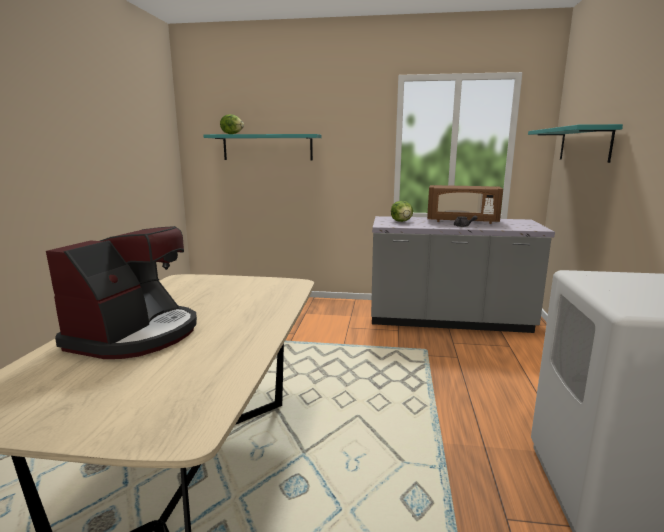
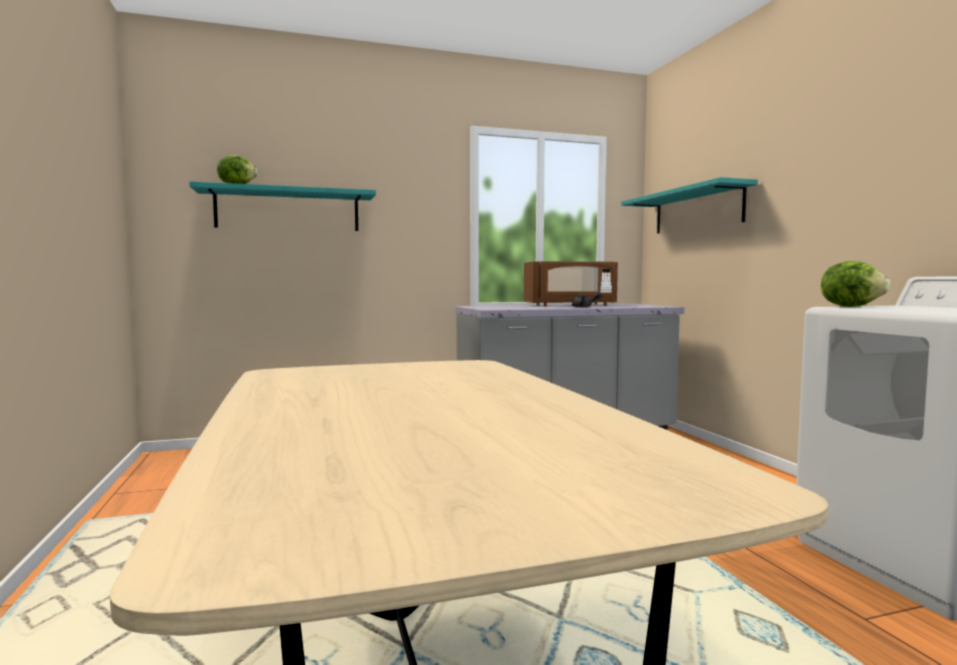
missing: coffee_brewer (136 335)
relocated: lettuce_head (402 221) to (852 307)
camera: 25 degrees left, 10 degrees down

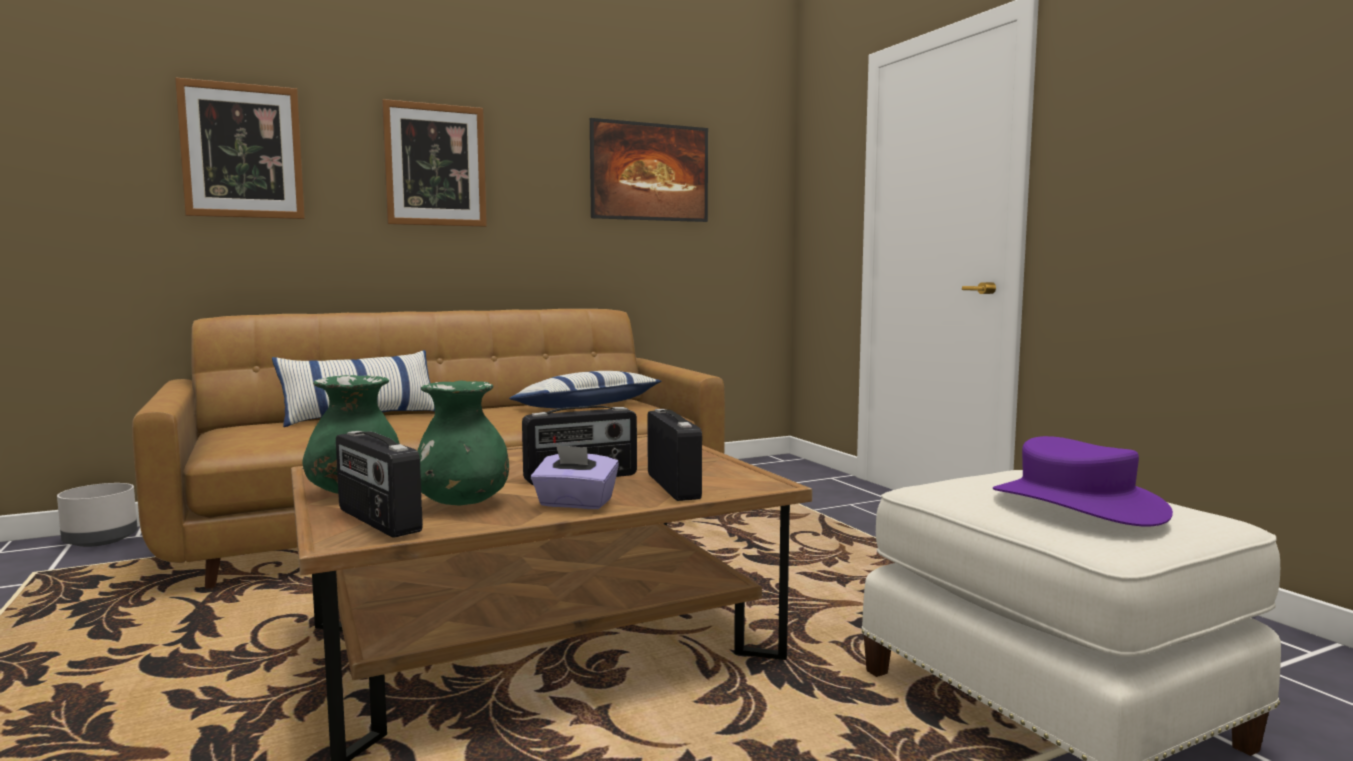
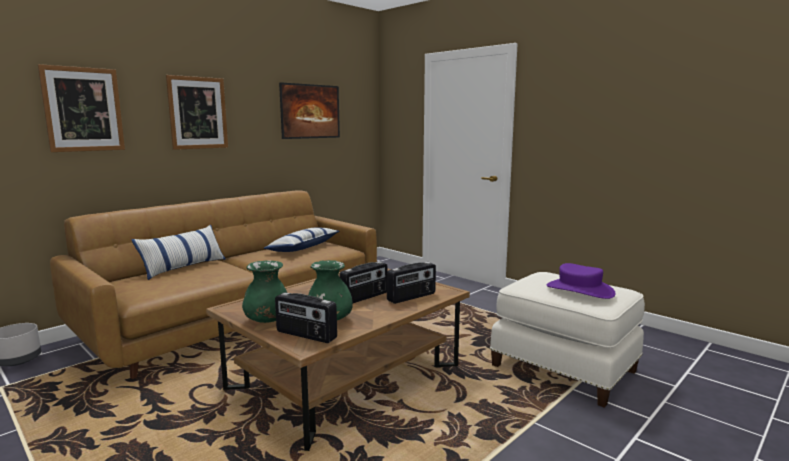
missing: purple-coloured_tissue_box (575 503)
spun: radio (674 486) = (412 297) 90 degrees clockwise
camera: 20 degrees left, 5 degrees up

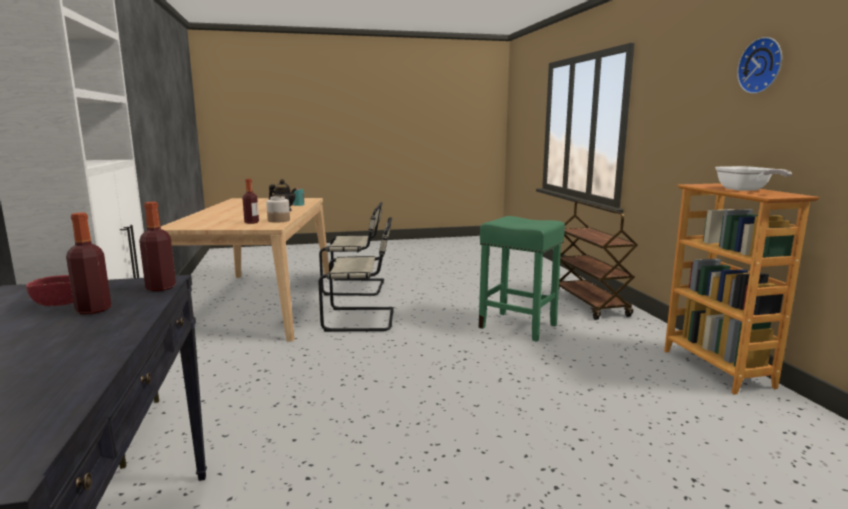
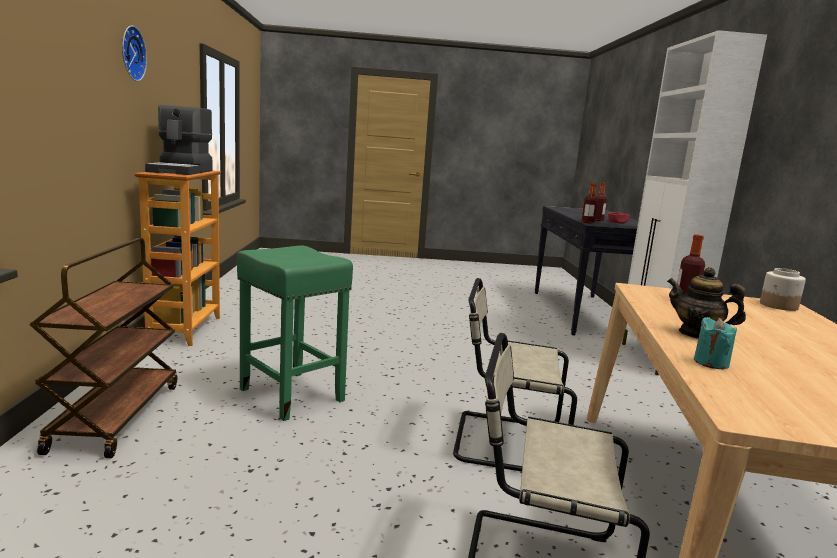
relocated: preserve_jar (279 220) to (778 306)
exchanged: pan (745 190) to coffee_brewer (182 171)
camera: 170 degrees left, 0 degrees up

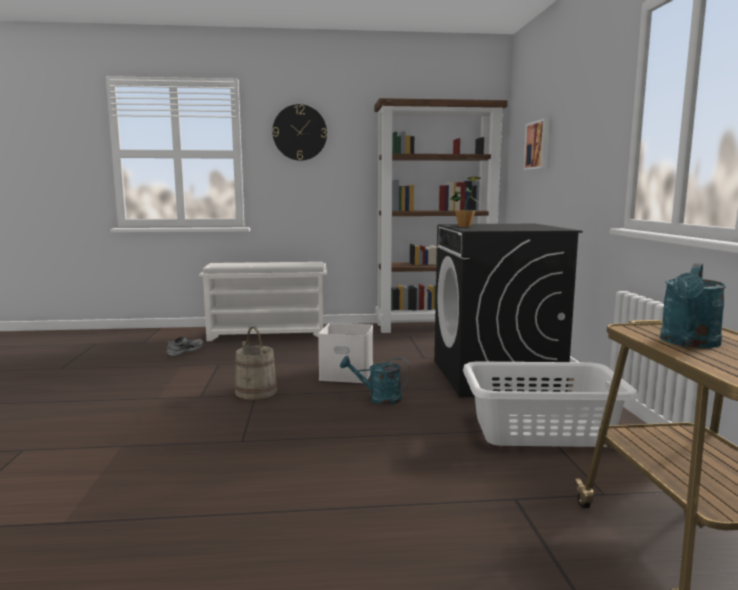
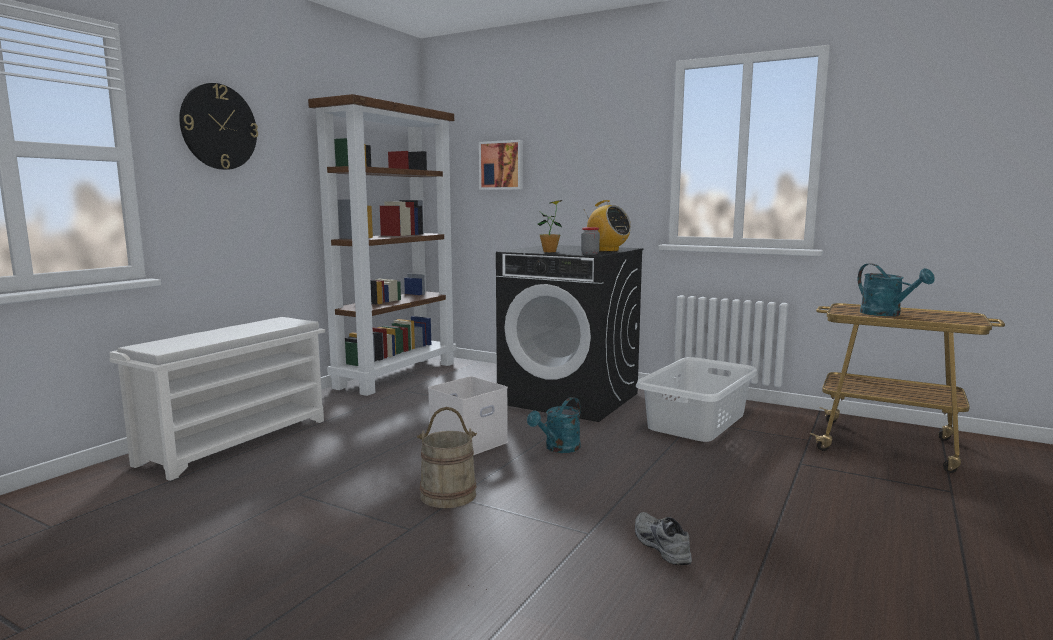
appeared: preserve_jar (590 254); radio (607 250)
relocated: grey_item_of_footwear (184 351) to (659 546)
camera: 55 degrees left, 0 degrees up

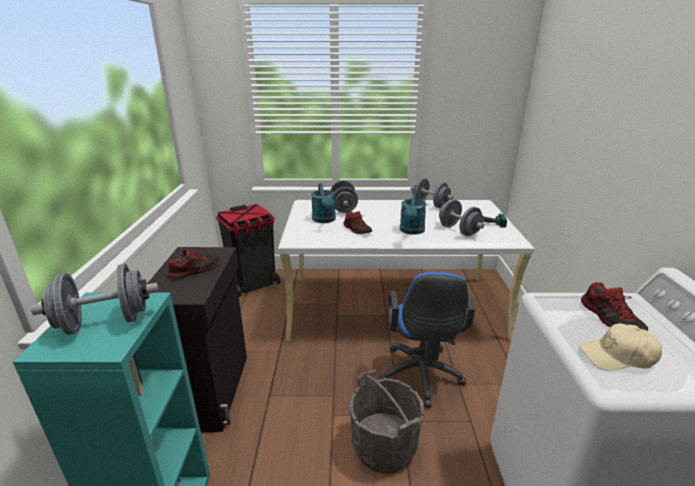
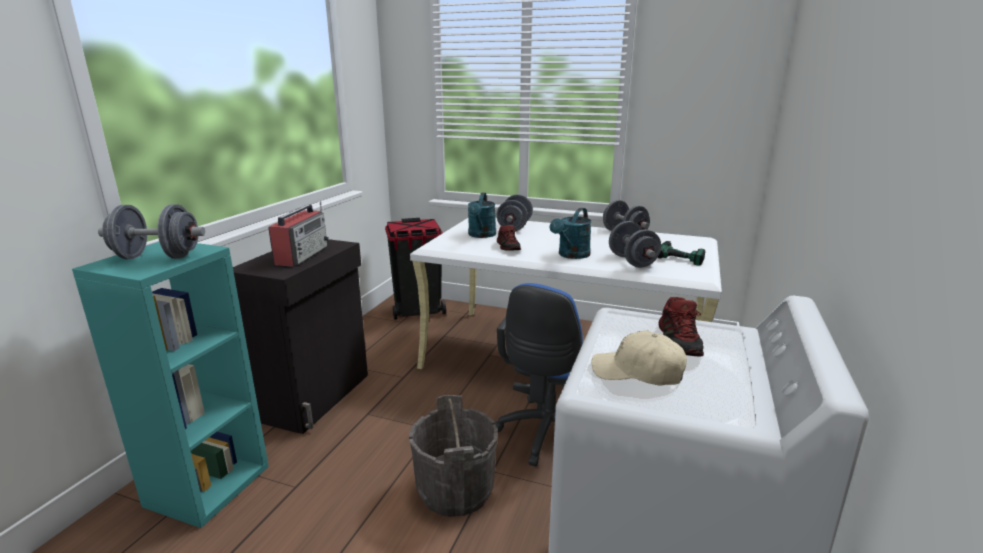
exchanged: item_of_footwear (194 270) to radio (302 255)
camera: 20 degrees right, 5 degrees down

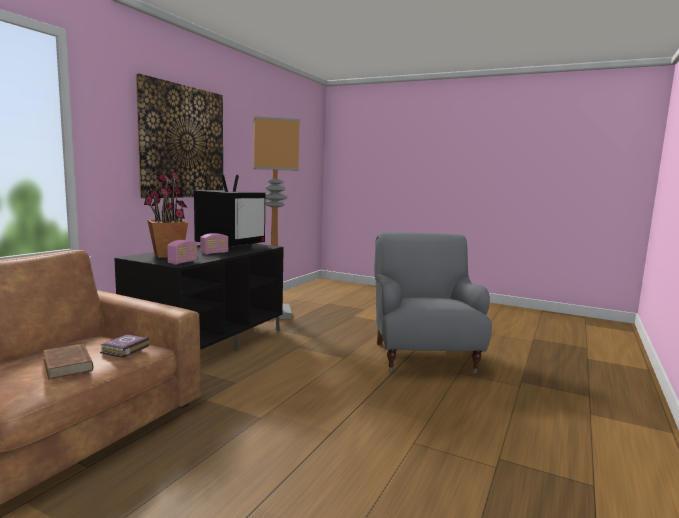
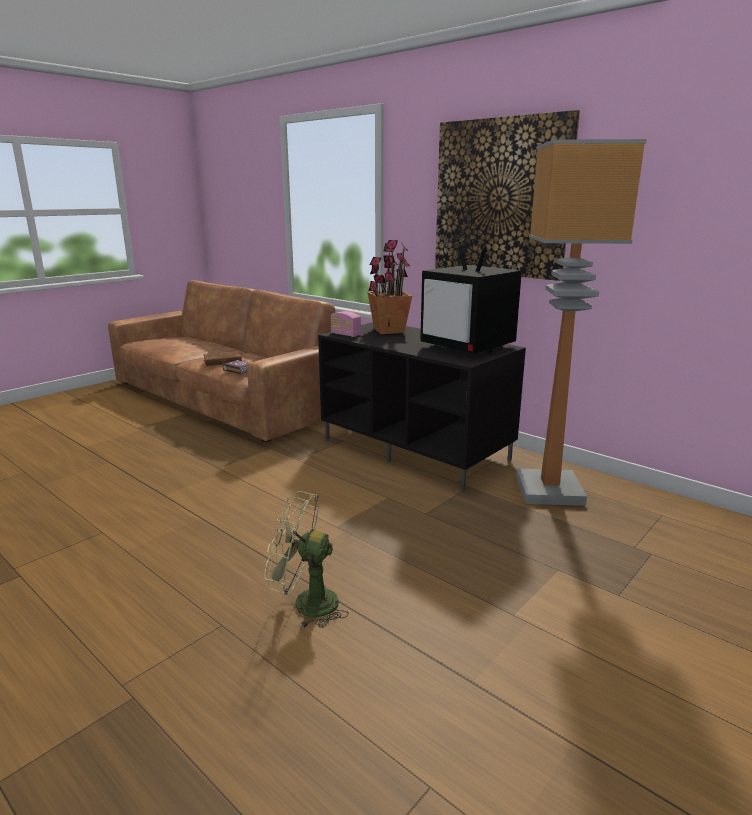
missing: radio (214 253)
exchanged: grey_easy_chair (423 357) to greenish_fan (306 603)
camera: 105 degrees right, 10 degrees up

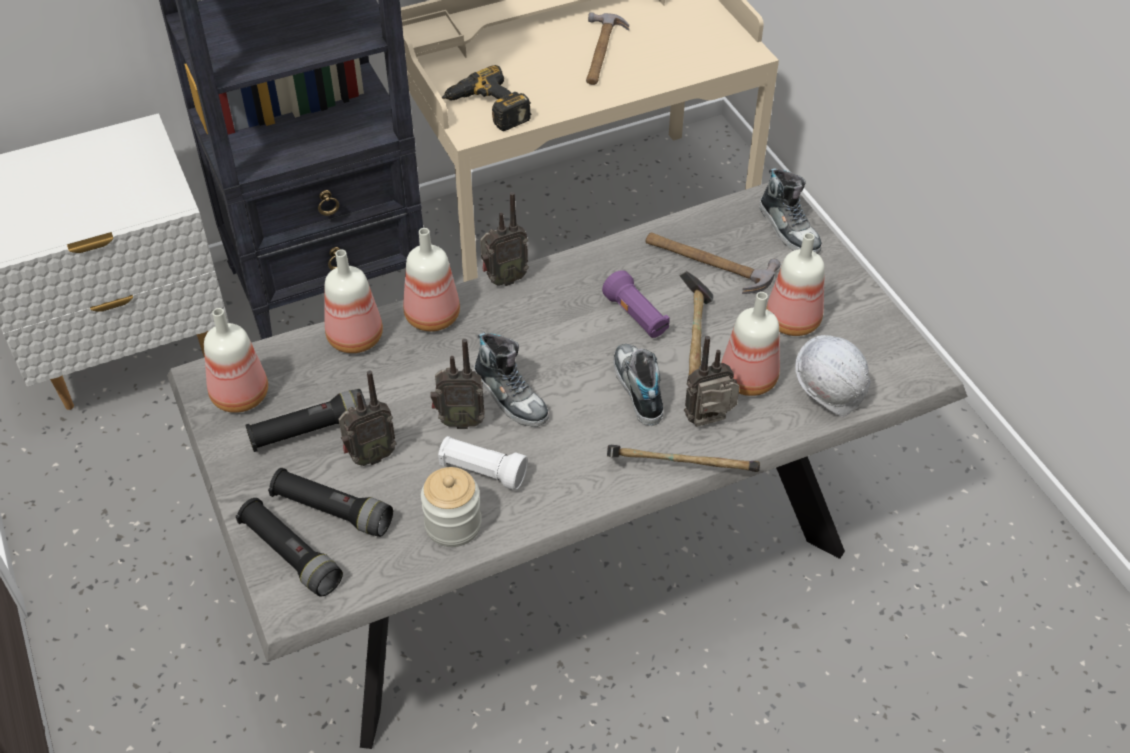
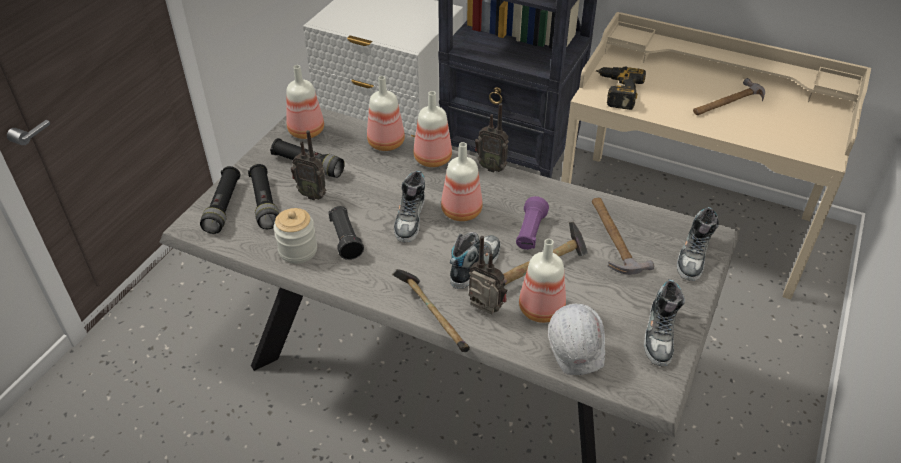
missing: radio (459 420)
appeared: item_of_footwear (660 335)
relocated: drink_bottle (791 322) to (460 211)
colour: white_flashlight (482 471) to black-coloured_flashlight (345 239)
camera: 50 degrees right, 5 degrees down

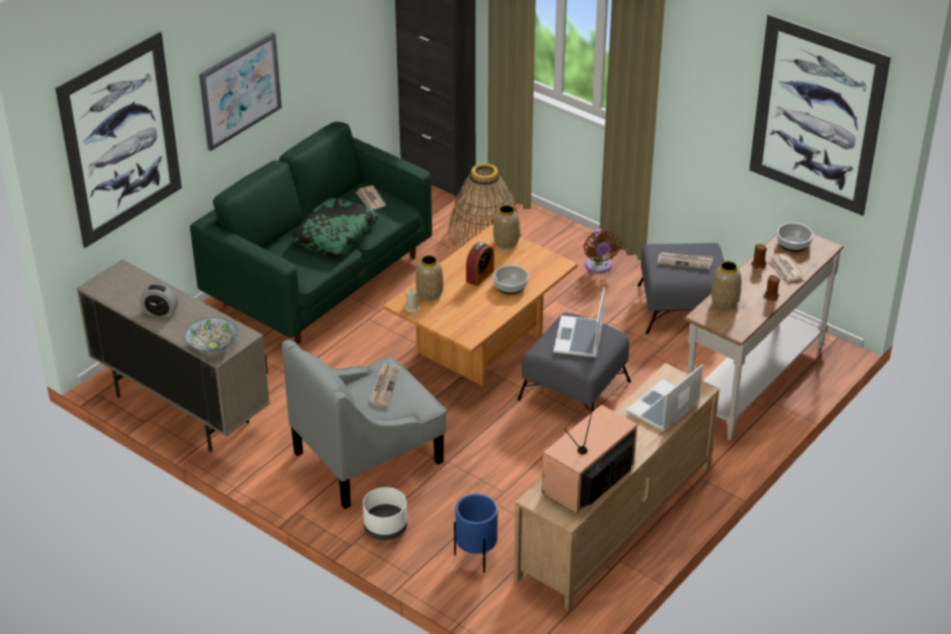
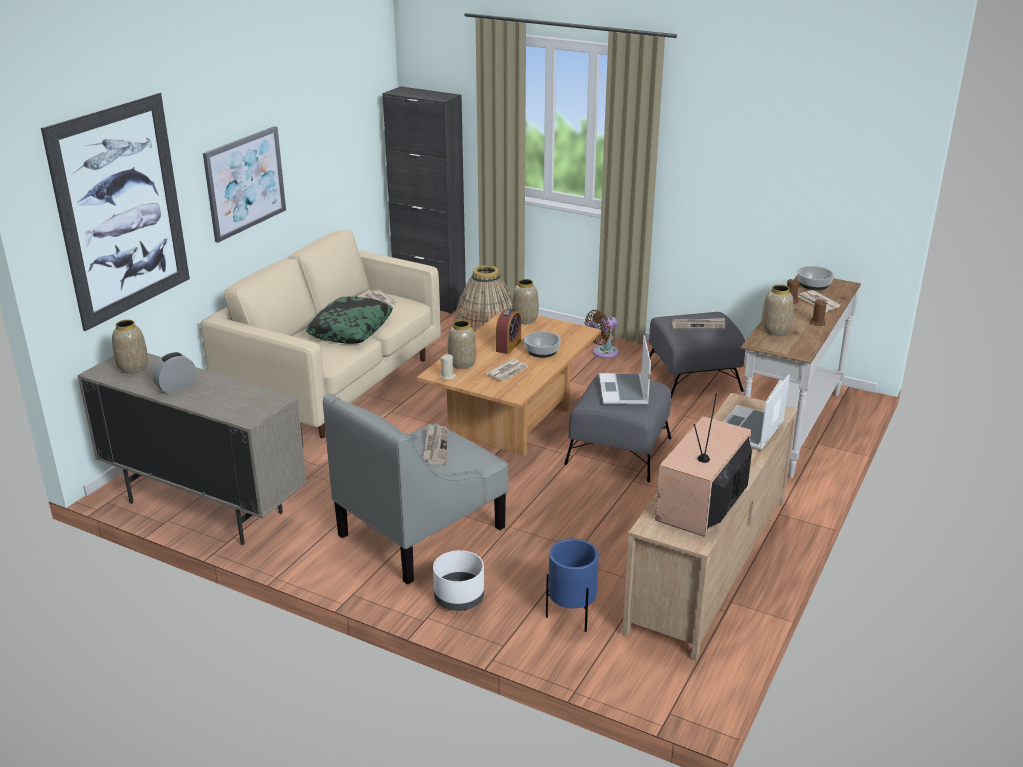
missing: serving_bowl (213 345); wall_picture (817 115)
appeared: vase (133 368); daily_paper (507 372)
colour: greenish_couch (320 280) to sand-coloured_couch (335 385)
spun: bedside_clock (160 312) = (176 387) 135 degrees clockwise; brown-coloured_fan (598 266) = (602 353) 75 degrees clockwise
camera: 10 degrees left, 10 degrees down

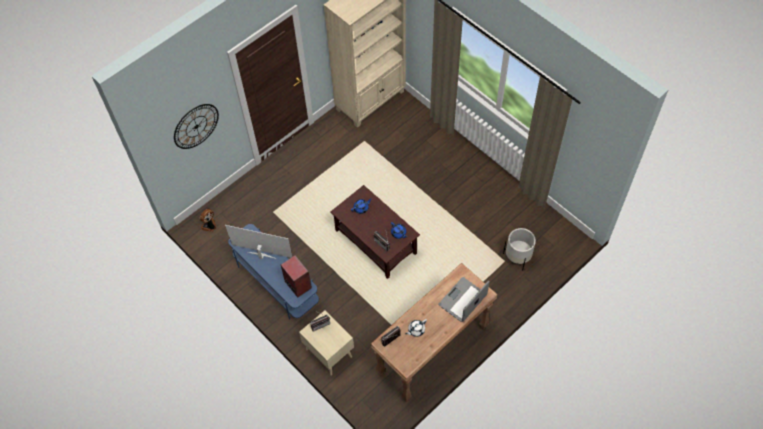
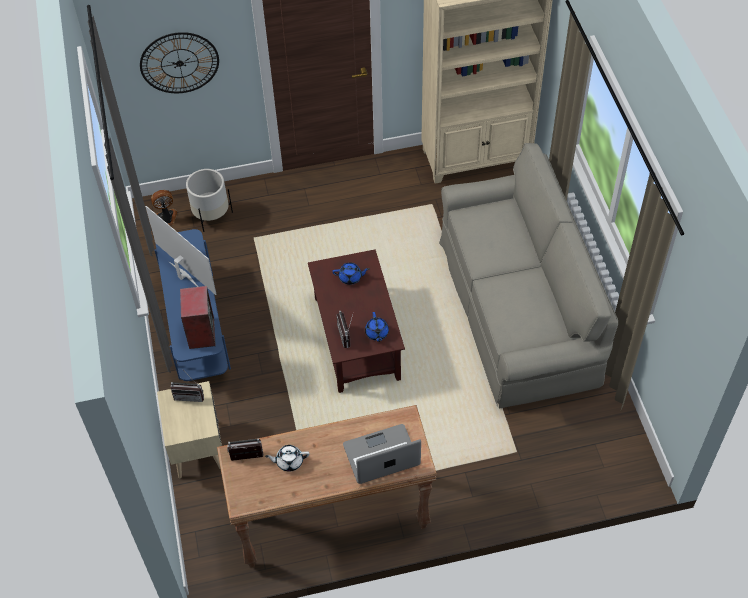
appeared: grey_couch (517 310)
relocated: white_flower_pot (518 257) to (211 216)
camera: 30 degrees right, 5 degrees down

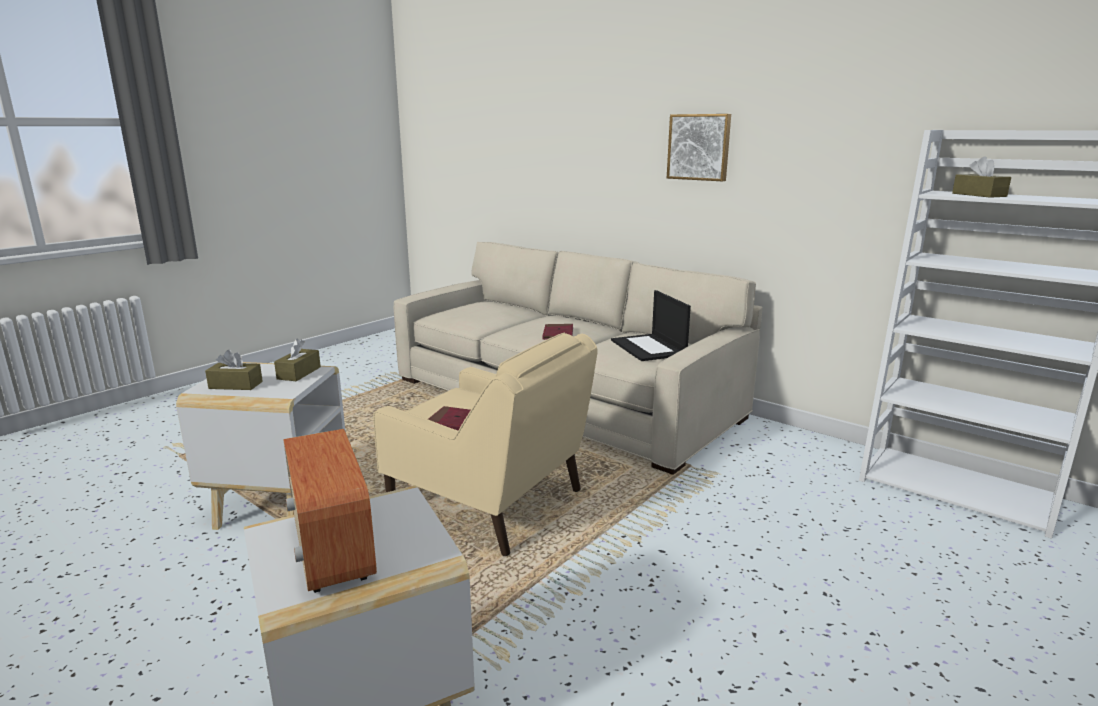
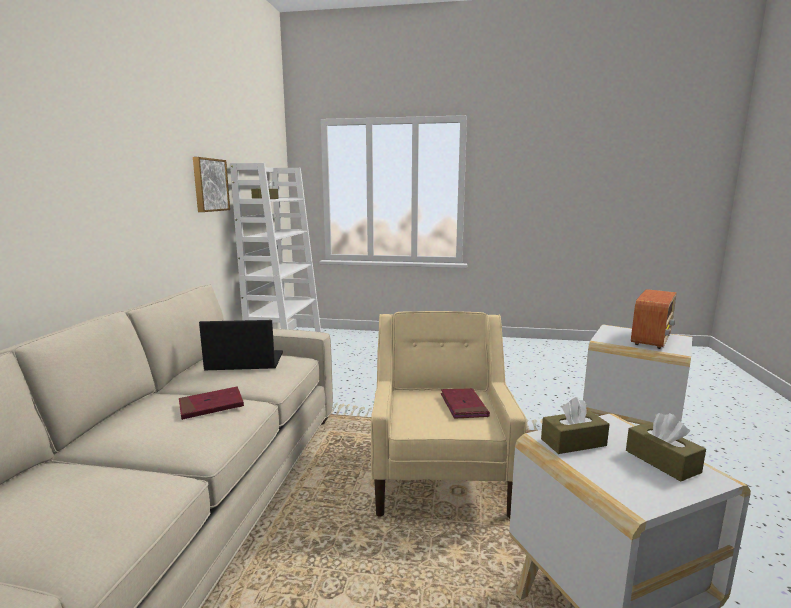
relocated: wall_picture (699 147) to (209 185)
spun: laptop (649 348) = (244 361) 135 degrees counterclockwise
camera: 120 degrees left, 5 degrees down

